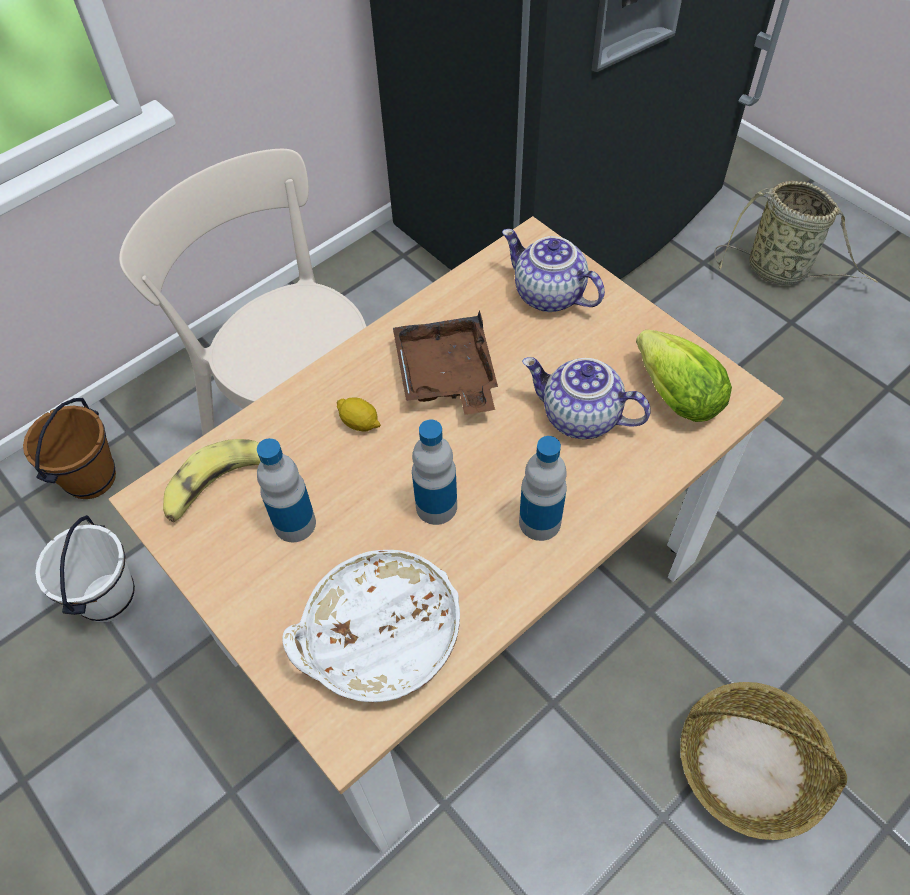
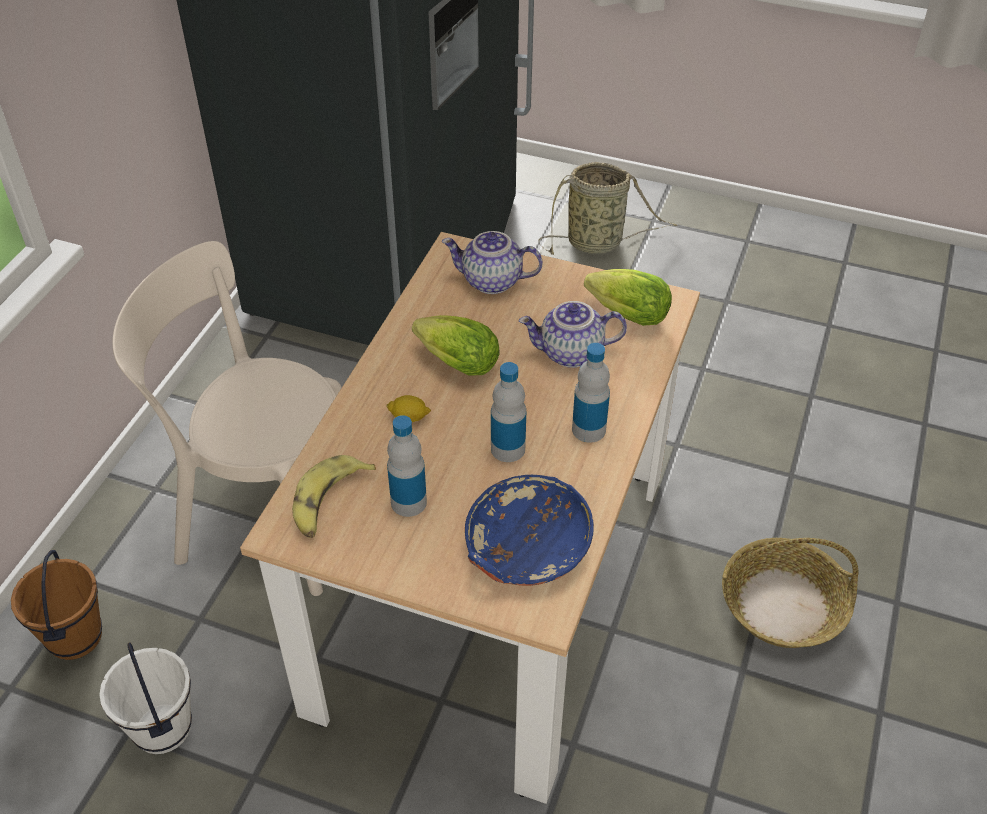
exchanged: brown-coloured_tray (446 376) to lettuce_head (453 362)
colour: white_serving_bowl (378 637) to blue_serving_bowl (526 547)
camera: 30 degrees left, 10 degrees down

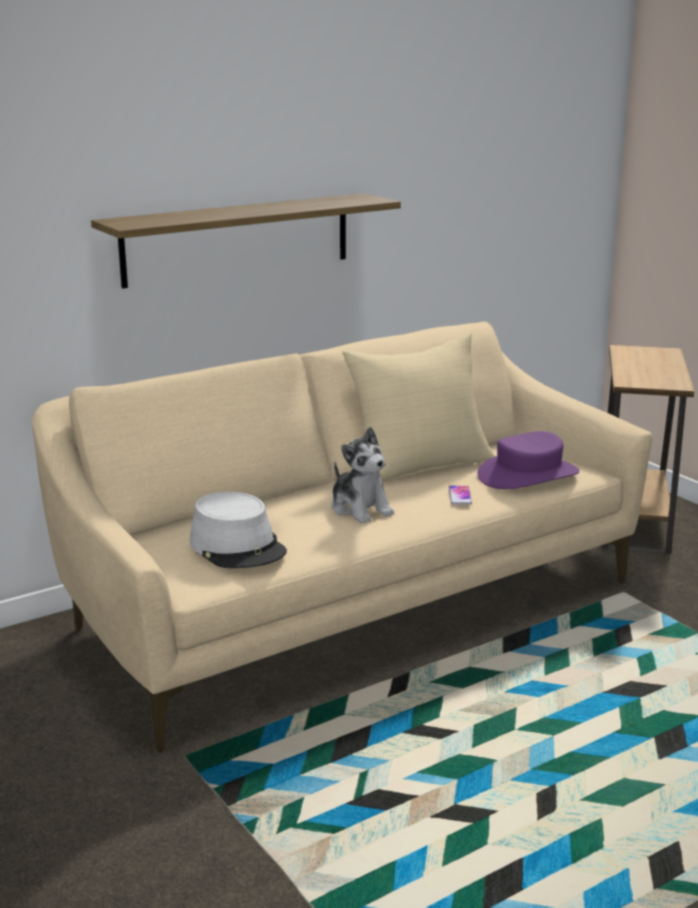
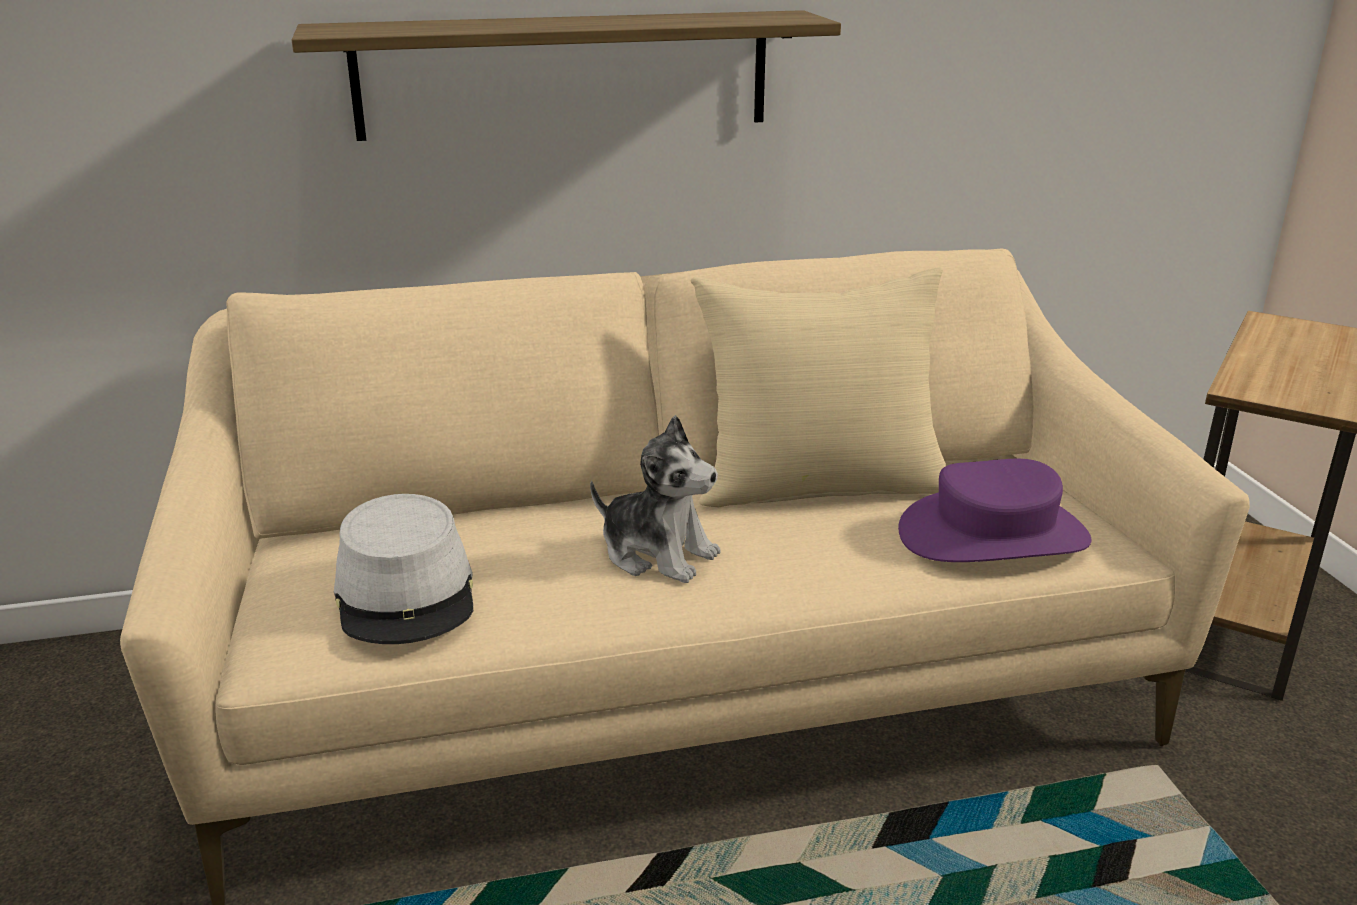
missing: telephone (460 496)
spun: soft_toy (360 509) = (658 554) 45 degrees counterclockwise
camera: 20 degrees right, 5 degrees up

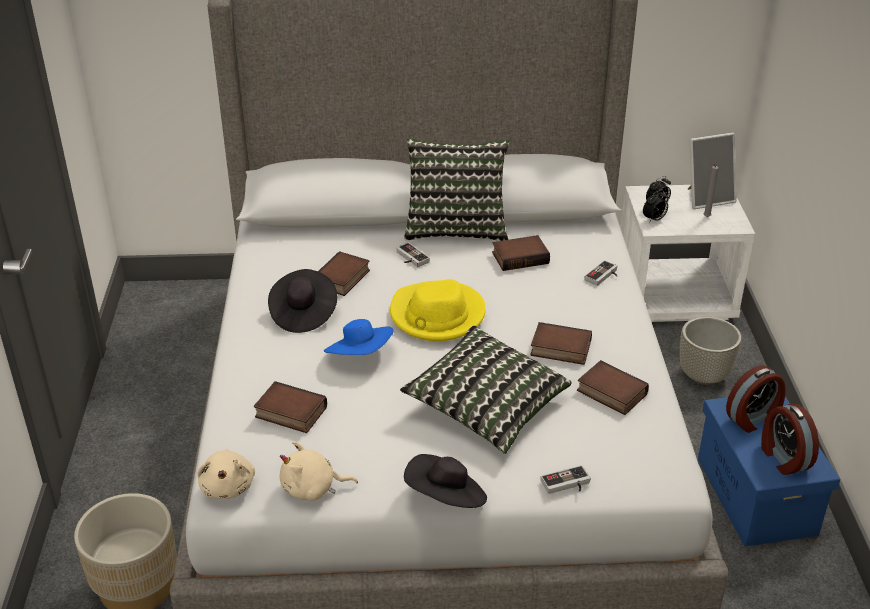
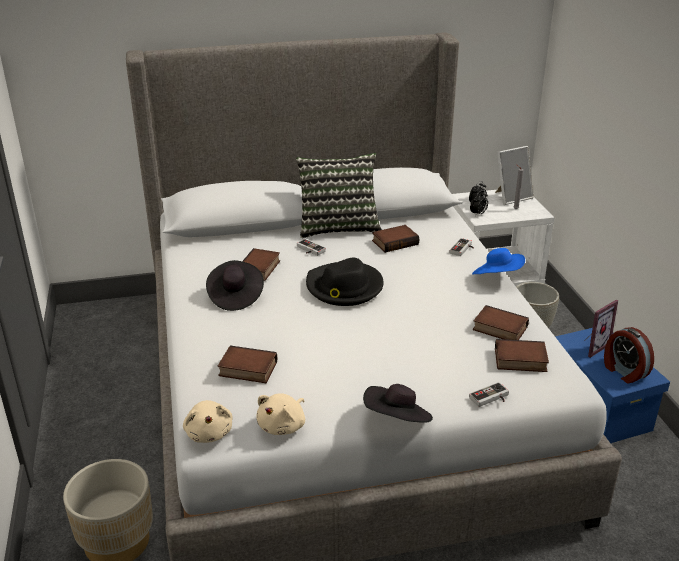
missing: cushion (487 407)
relocated: blue_hat (360 356) to (497 277); book (559 349) to (519 361)
exchanged: bedside_clock (753 418) to picture_frame (591 346)
colour: yellow-coloured_hat (437 315) to black-coloured_hat (344 287)
spun: sand-coloured_soft_toy (313 489) = (283 426) 45 degrees counterclockwise
camera: 10 degrees left, 5 degrees down

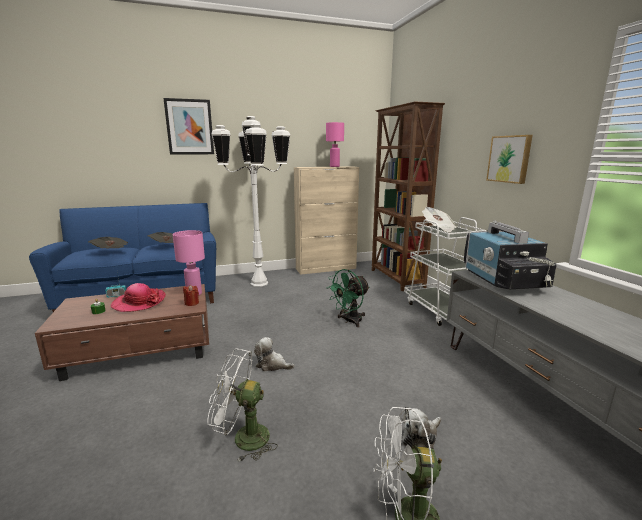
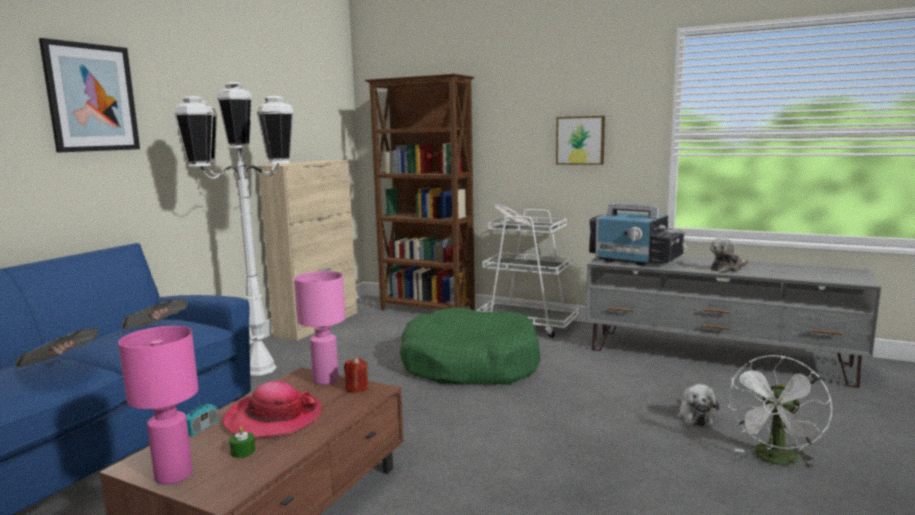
missing: white_fan (243 438)
relocated: soft_toy (272 365) to (727 268); pinkish_table_lamp (334 166) to (173 475)
exchanged: greenish_fan (349 321) to greenish_pet_bed (470 365)
camera: 45 degrees left, 5 degrees down

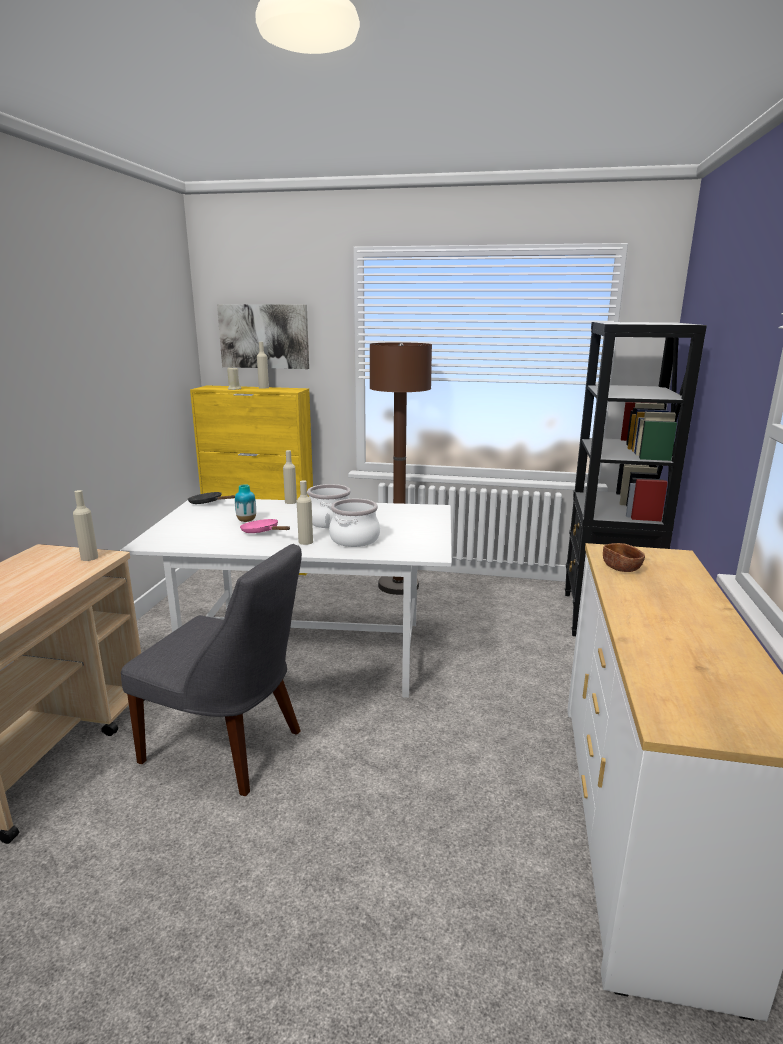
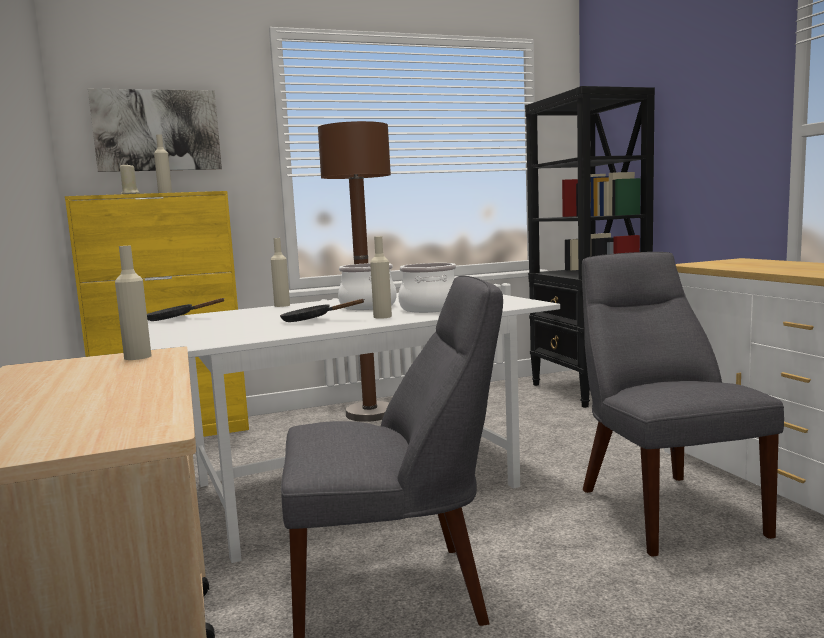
missing: vase (246 521); brown-coloured_serving_bowl (621 568)
appeared: grey_upright_chair (663 508)
colour: pinkish_pan (262 532) to black-coloured_pan (312 320)
camera: 30 degrees left, 10 degrees down

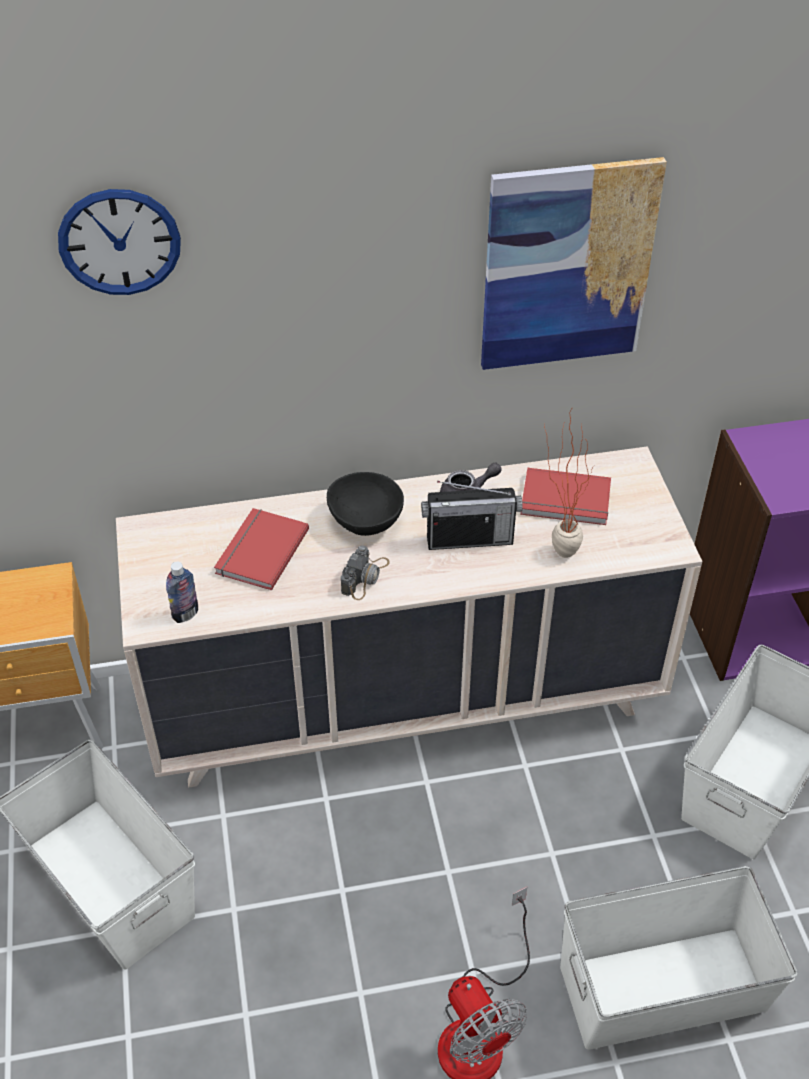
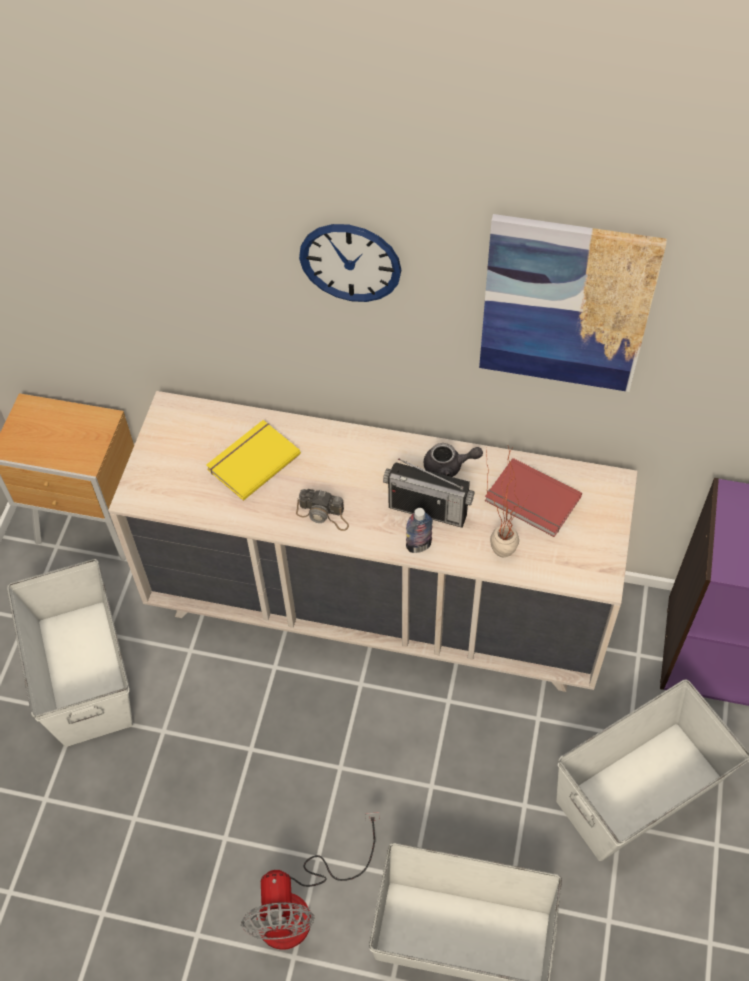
missing: black-coloured_serving_bowl (366 522)
relocated: hanging_clock (119 242) to (350 262); drink_bottle (185 614) to (418 546)
colour: red_book (259 551) to yellow-coloured_book (251 461)
spun: photo_camera (365 577) = (323 514) 60 degrees clockwise
camera: 25 degrees right, 10 degrees up

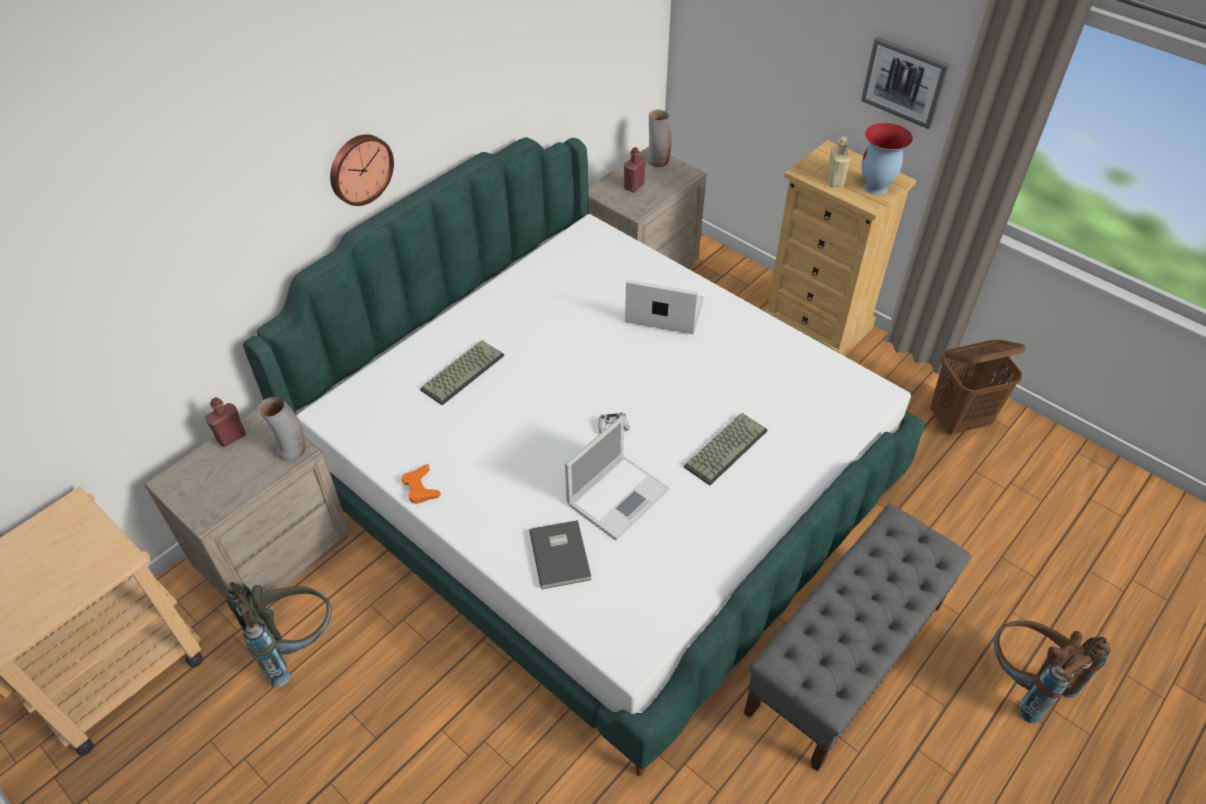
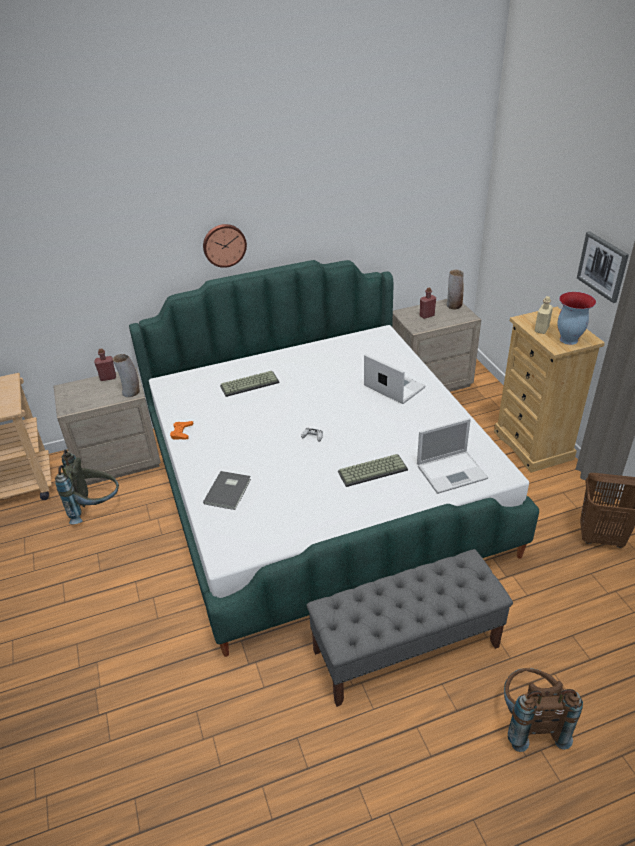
relocated: laptop (619 495) to (452 471)
camera: 30 degrees right, 10 degrees down

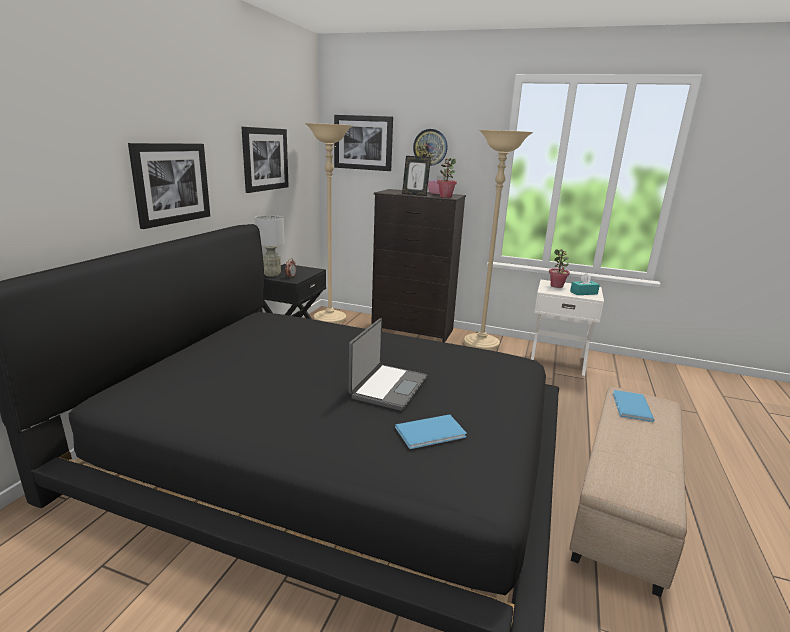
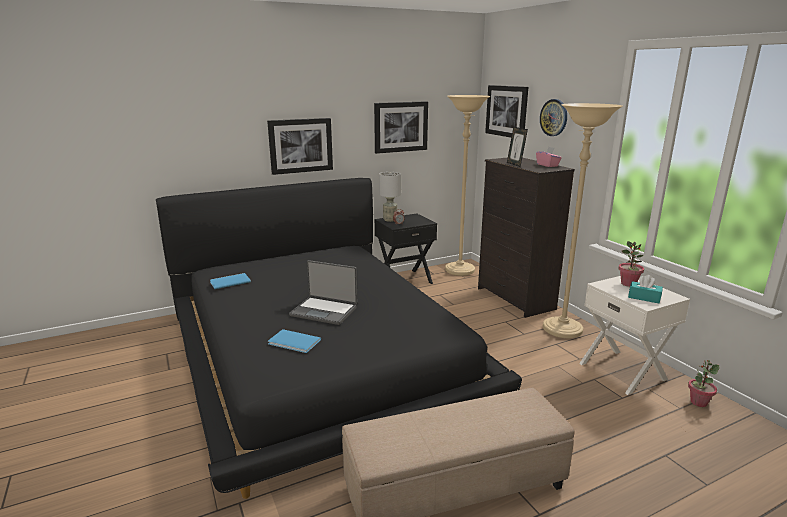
relocated: potted_plant (445 196) to (698 402); blue_book (630 407) to (229 282)
spun: laptop (387 387) = (324 311) 45 degrees clockwise
camera: 45 degrees right, 0 degrees up

